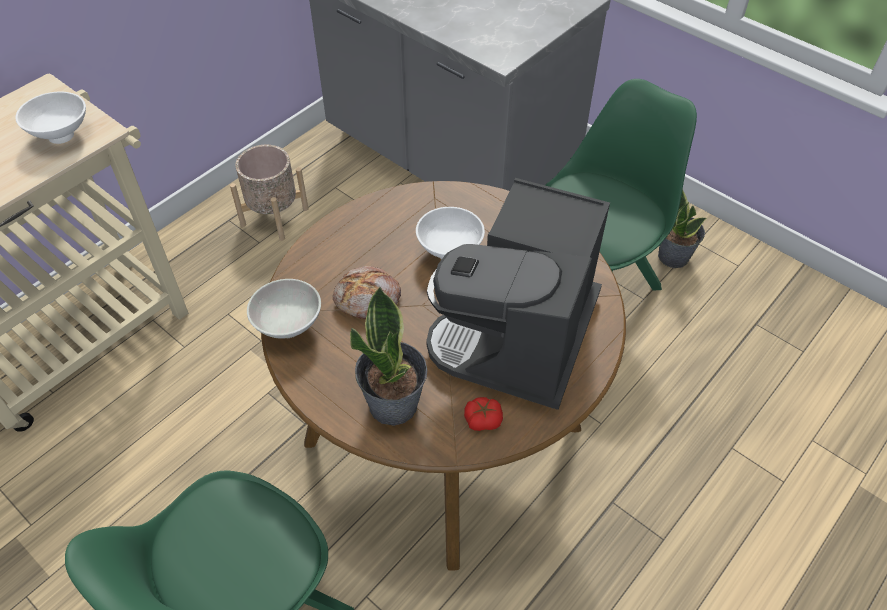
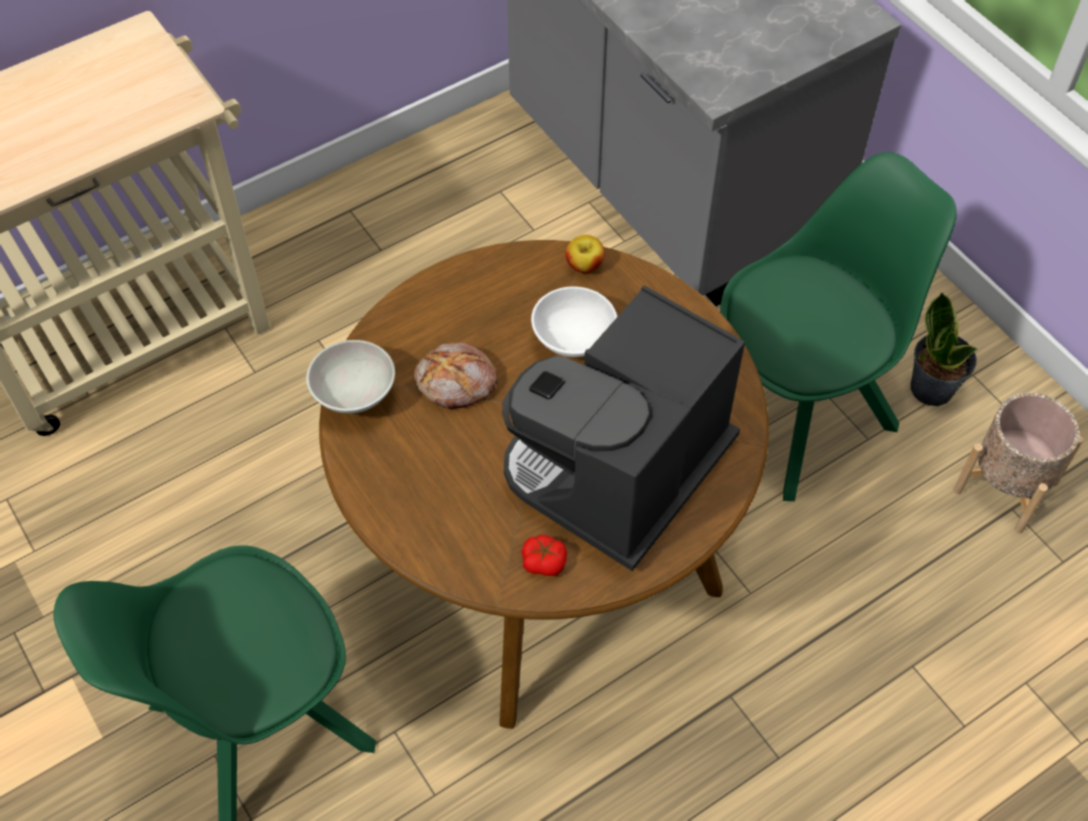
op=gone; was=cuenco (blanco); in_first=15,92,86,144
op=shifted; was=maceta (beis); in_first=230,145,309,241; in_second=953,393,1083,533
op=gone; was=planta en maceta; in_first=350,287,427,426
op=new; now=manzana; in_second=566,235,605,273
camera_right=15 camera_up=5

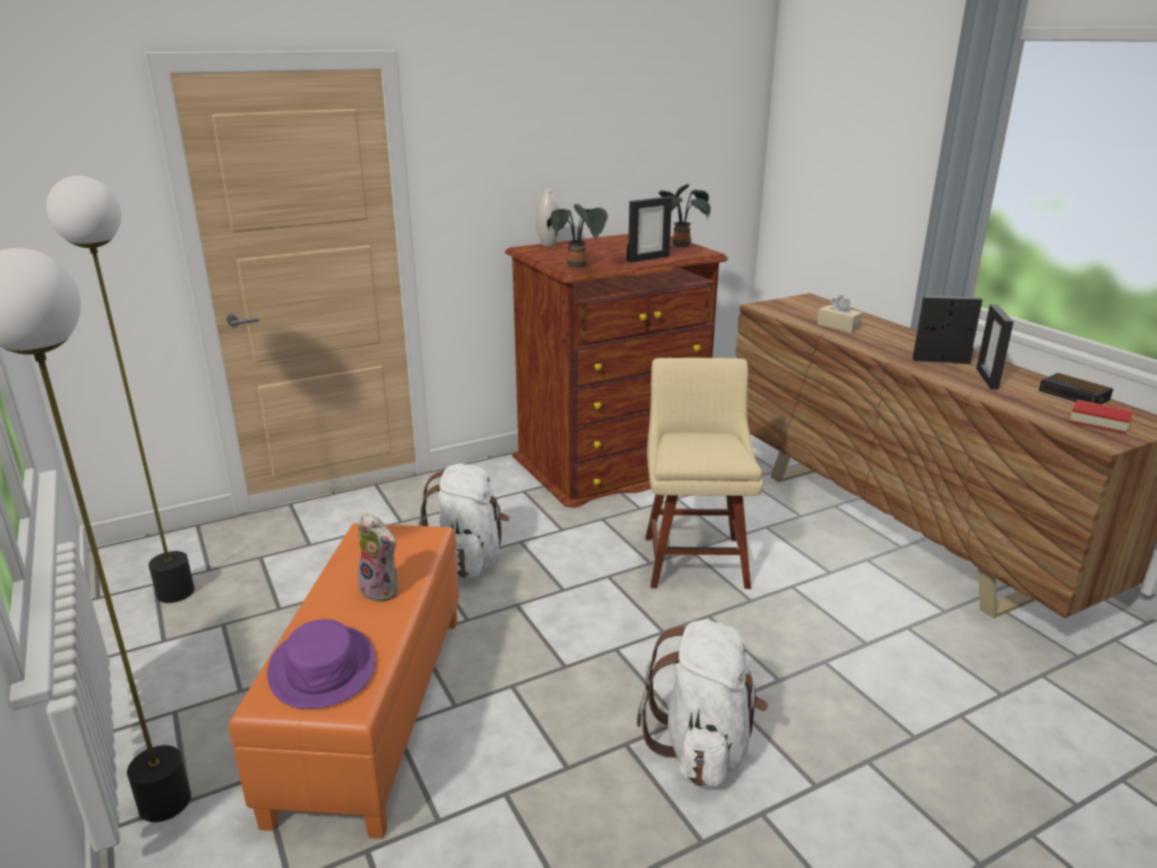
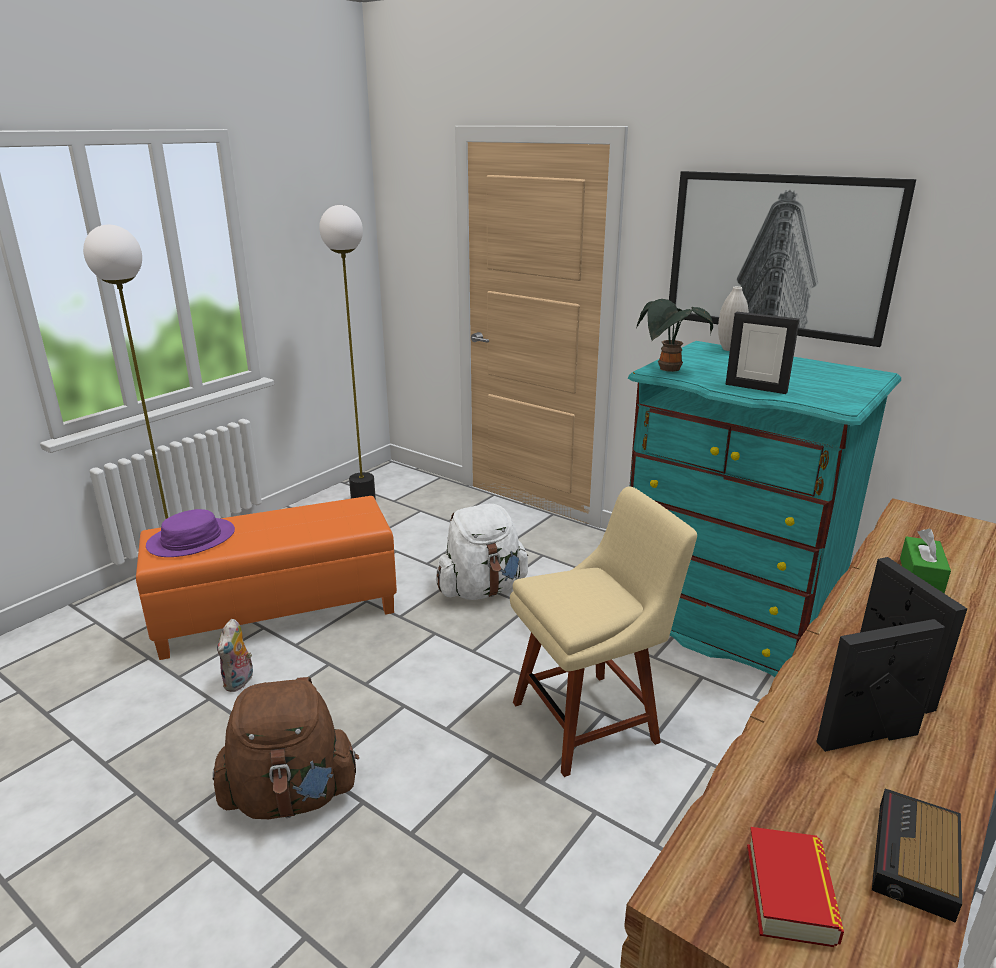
op=gone; was=planta en maceta; in_first=659,184,711,248
op=repainted; was=cómoda (marrón); now=cómoda (turquesa); in_first=505,234,728,508; in_second=628,341,901,677
op=repainted; was=caja de pañuelos (beis); now=caja de pañuelos (verde); in_first=817,295,863,333; in_second=900,529,951,593
op=shifted; was=peluche; in_first=358,513,398,602; in_second=217,619,253,692
op=repainted; was=mochila (blanco); now=mochila (marrón); in_first=637,620,768,787; in_second=213,677,359,819
op=new; now=cuadro; in_second=669,171,916,347
camera_right=65 camera_up=0

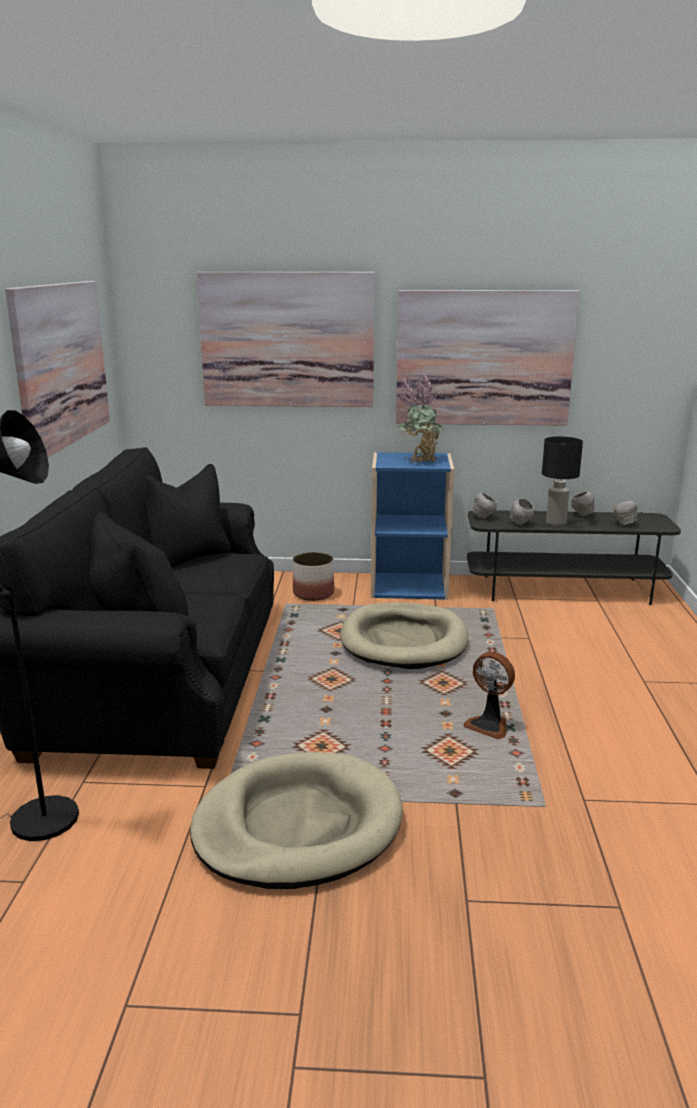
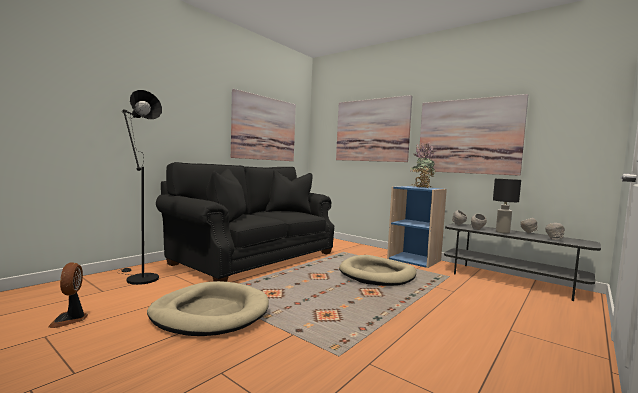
op=gone; was=maceta; in_first=293,552,334,601
op=shifted; was=ventilador; in_first=464,652,515,739; in_second=48,262,88,328
camera_right=35 camera_up=-15

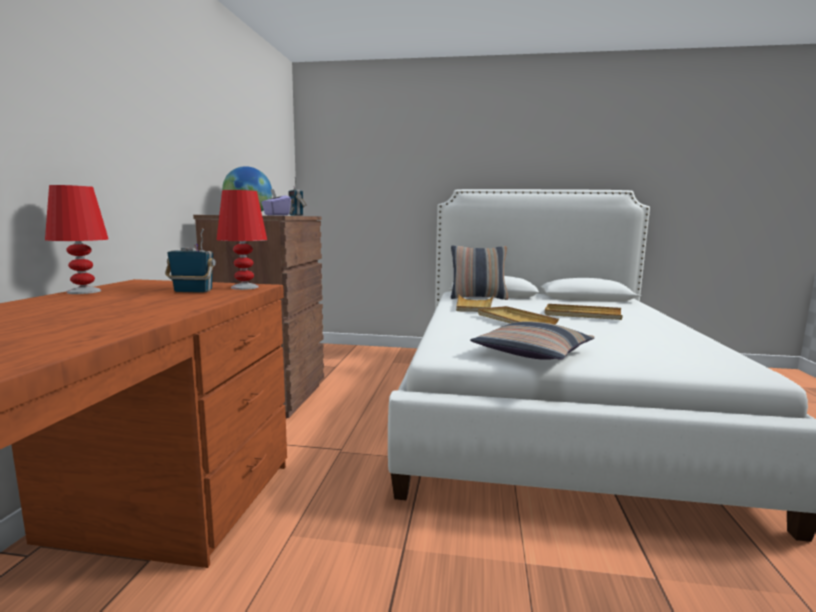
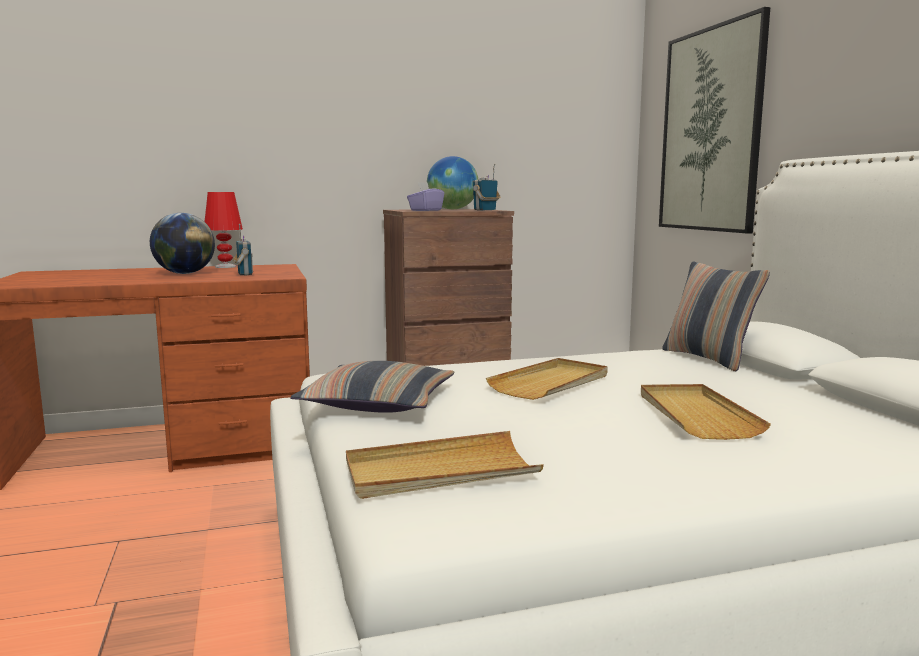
op=gone; was=lámpara de mesa (rojo); in_first=217,190,267,290
op=shifted; was=bandeja (beis); in_first=456,294,494,312; in_second=346,431,544,499
op=new; now=cuadro; in_second=659,7,770,234
op=new; now=globo terráqueo; in_second=150,213,215,274
camera_right=65 camera_up=0

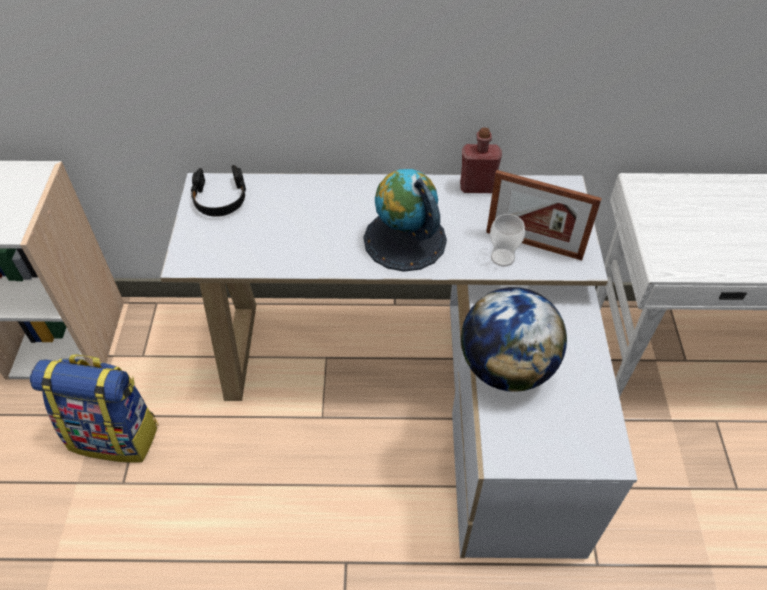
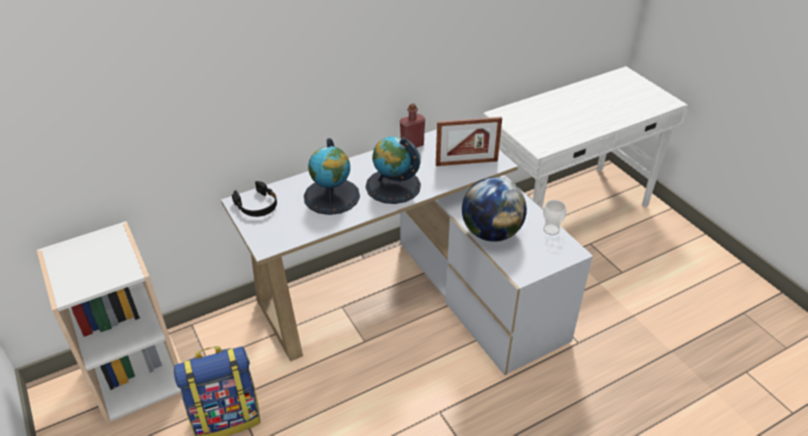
op=shifted; was=taza; in_first=490,214,525,267; in_second=543,200,566,235
op=new; now=globo terráqueo; in_second=304,138,360,215
camera_right=-30 camera_up=-10

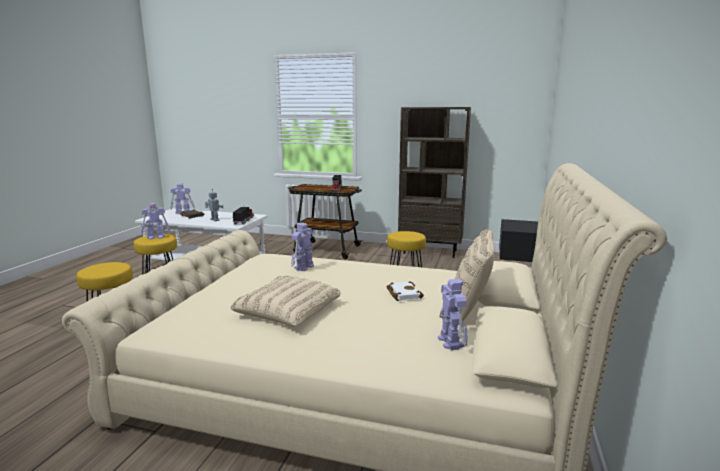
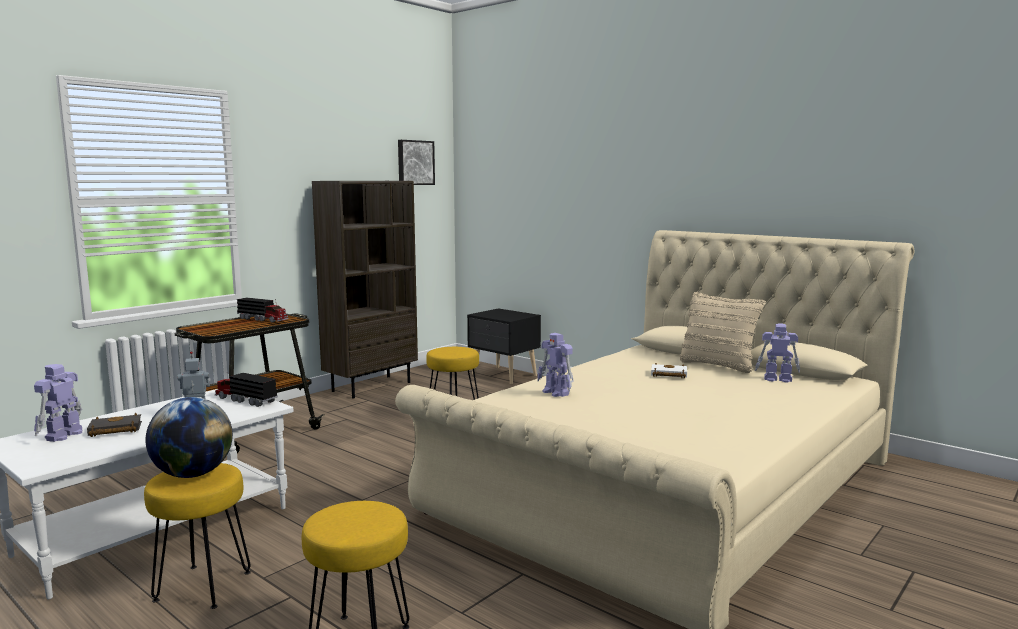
op=swapped; was=robot de juguete; now=globo terráqueo; in_first=141,203,170,240; in_second=145,397,233,478
op=gone; was=cojín (beis); in_first=230,275,341,327
op=new; now=cuadro; in_second=398,140,435,185
camera_right=-65 camera_up=-5

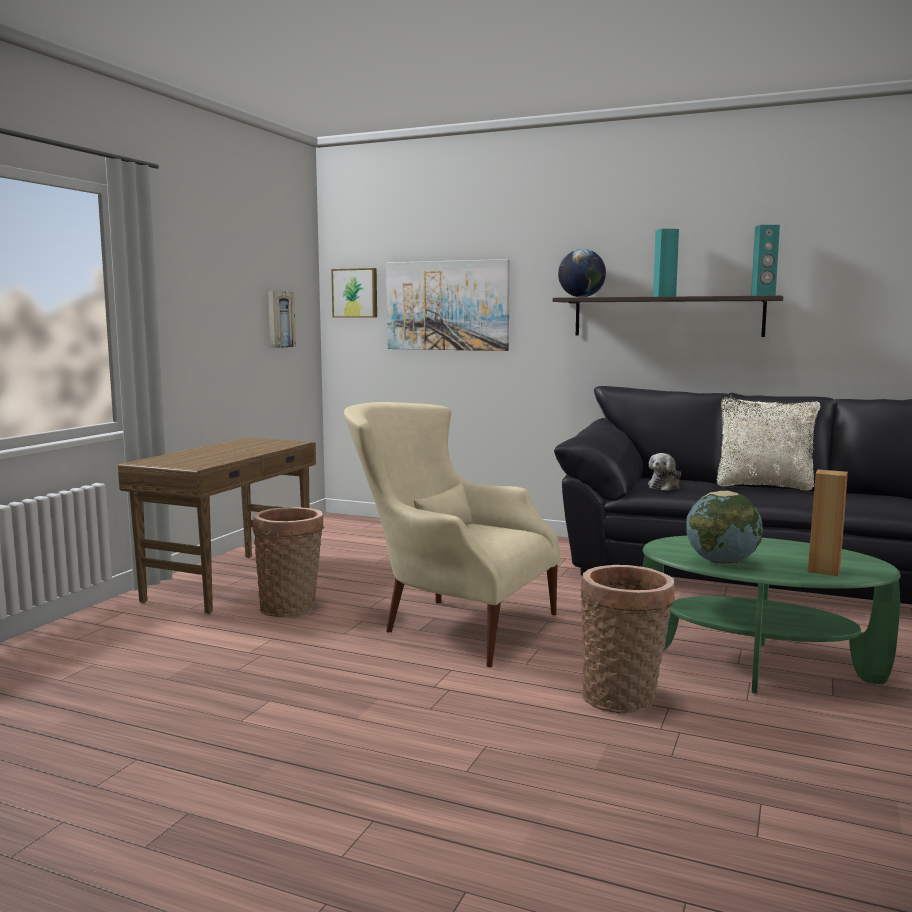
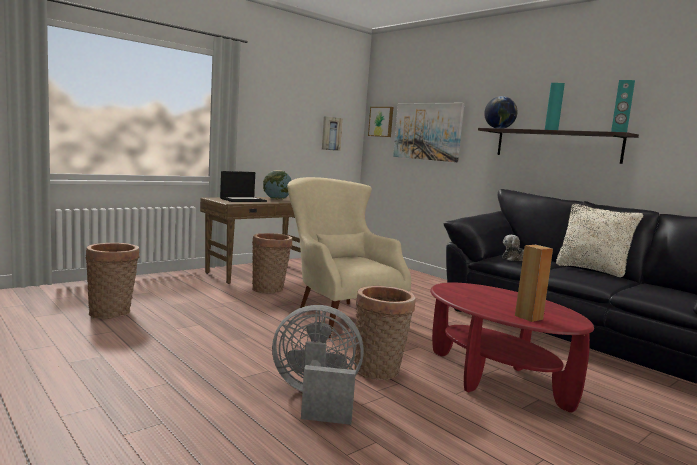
op=shifted; was=globo terráqueo; in_first=686,490,763,564; in_second=263,170,292,200
op=repainted; was=mesa de centro (verde); now=mesa de centro (rojo); in_first=642,536,901,694; in_second=430,283,594,413
op=new; now=portátil; in_second=220,171,267,202
op=new; now=cesta; in_second=86,243,140,319
op=new; now=ventilador (gris); in_second=272,305,364,425
camera_right=25 camera_up=0

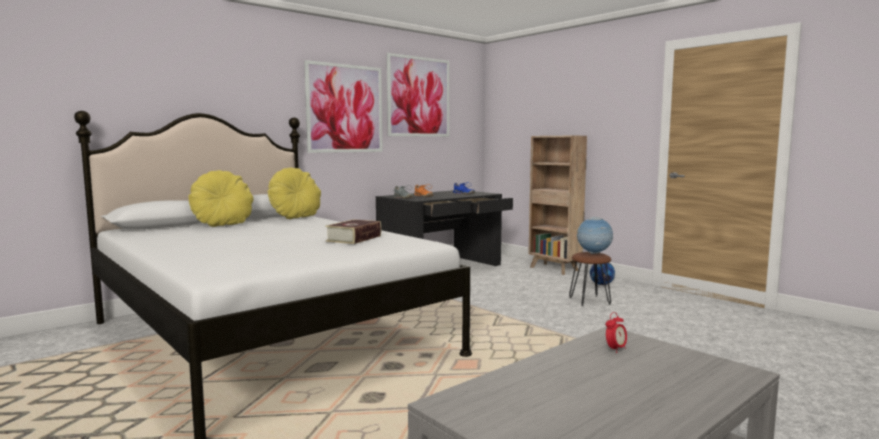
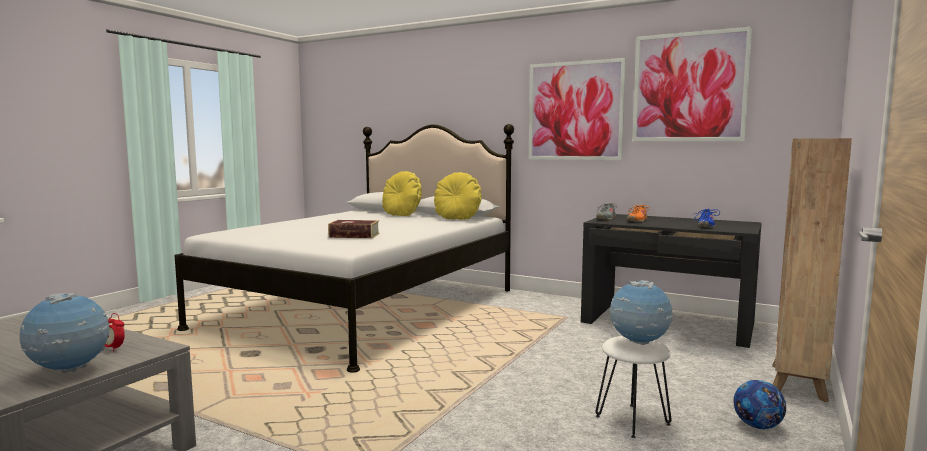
op=repainted; was=taburete (marrón); now=taburete (blanco); in_first=569,252,611,306; in_second=595,336,672,438
op=new; now=globo terráqueo; in_second=20,293,109,373
camera_right=70 camera_up=0

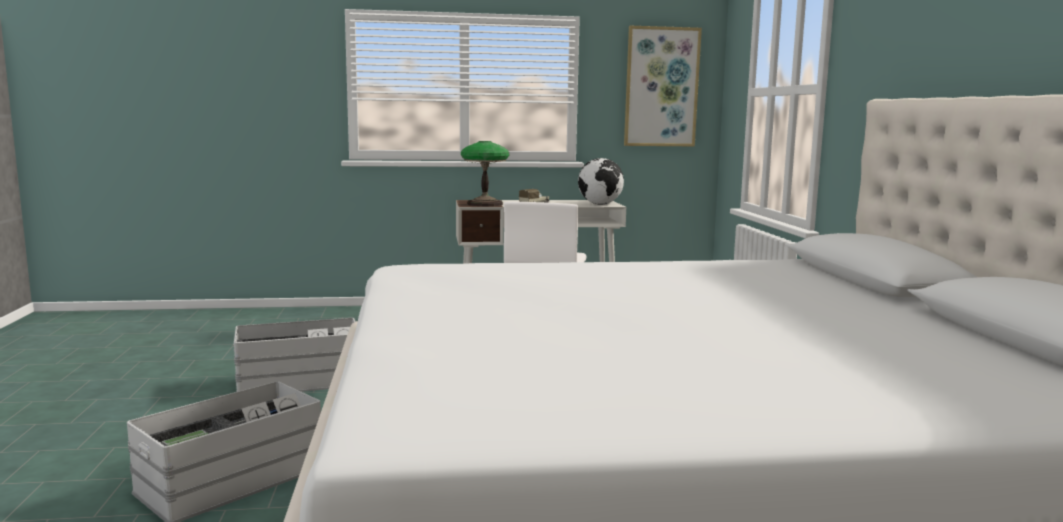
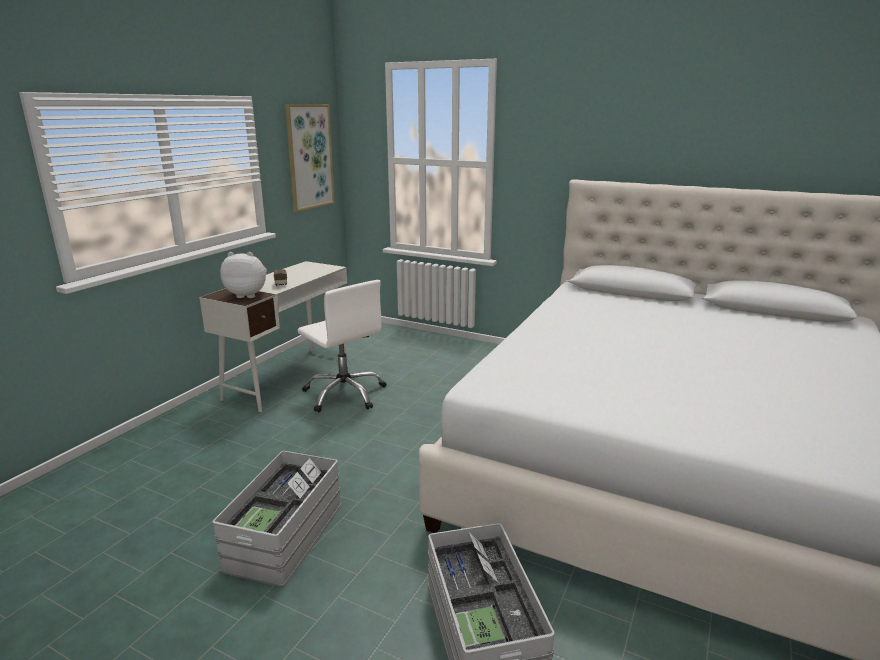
op=swapped; was=lámpara de mesa; now=peluche; in_first=461,141,509,206; in_second=220,252,267,298
op=gone; was=globo terráqueo; in_first=578,158,624,204
camera_right=-55 camera_up=10

